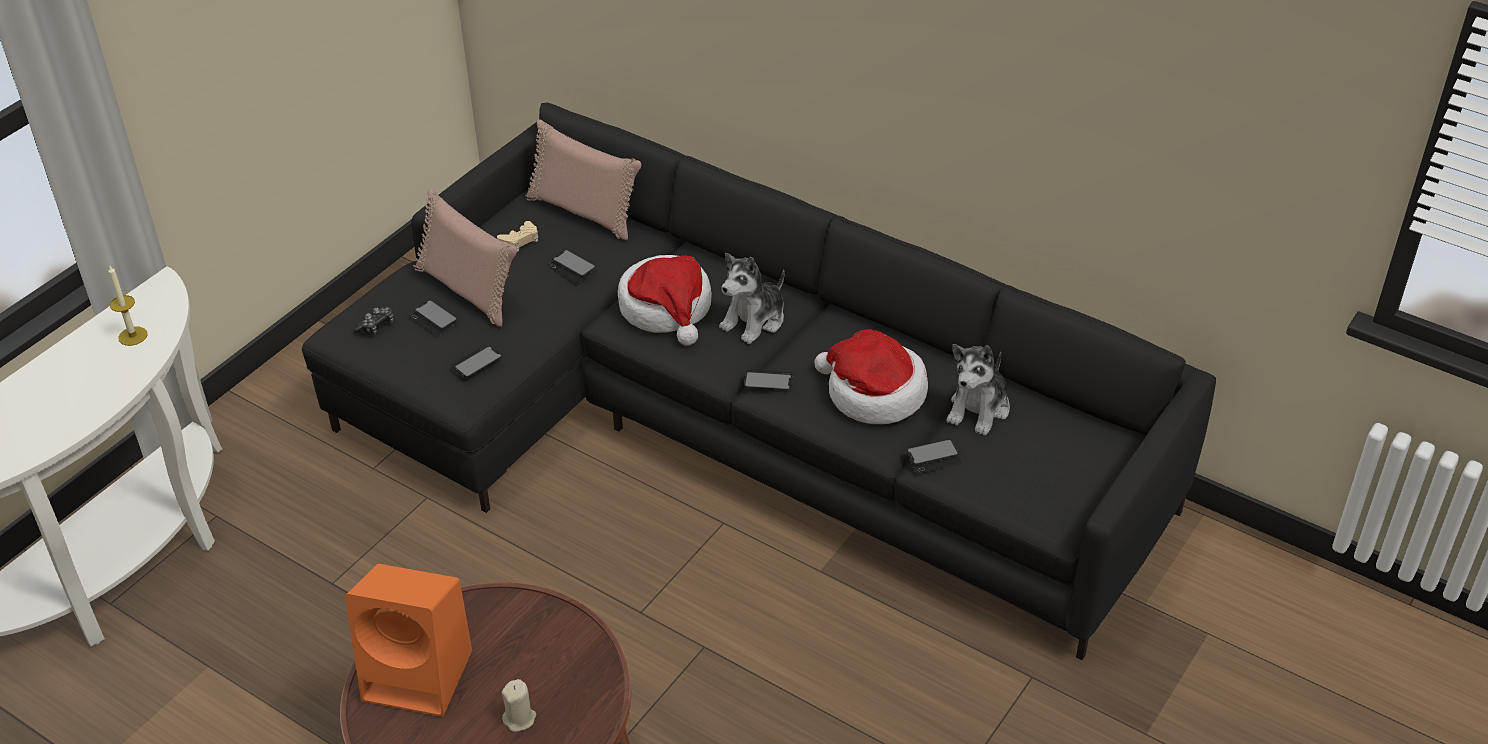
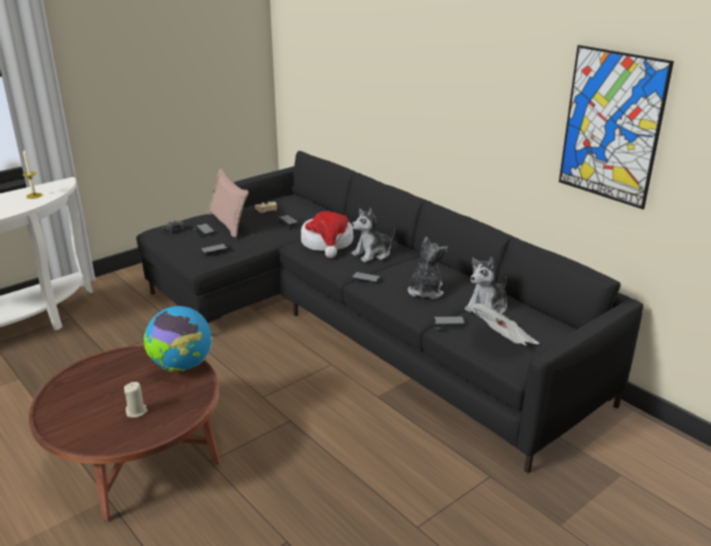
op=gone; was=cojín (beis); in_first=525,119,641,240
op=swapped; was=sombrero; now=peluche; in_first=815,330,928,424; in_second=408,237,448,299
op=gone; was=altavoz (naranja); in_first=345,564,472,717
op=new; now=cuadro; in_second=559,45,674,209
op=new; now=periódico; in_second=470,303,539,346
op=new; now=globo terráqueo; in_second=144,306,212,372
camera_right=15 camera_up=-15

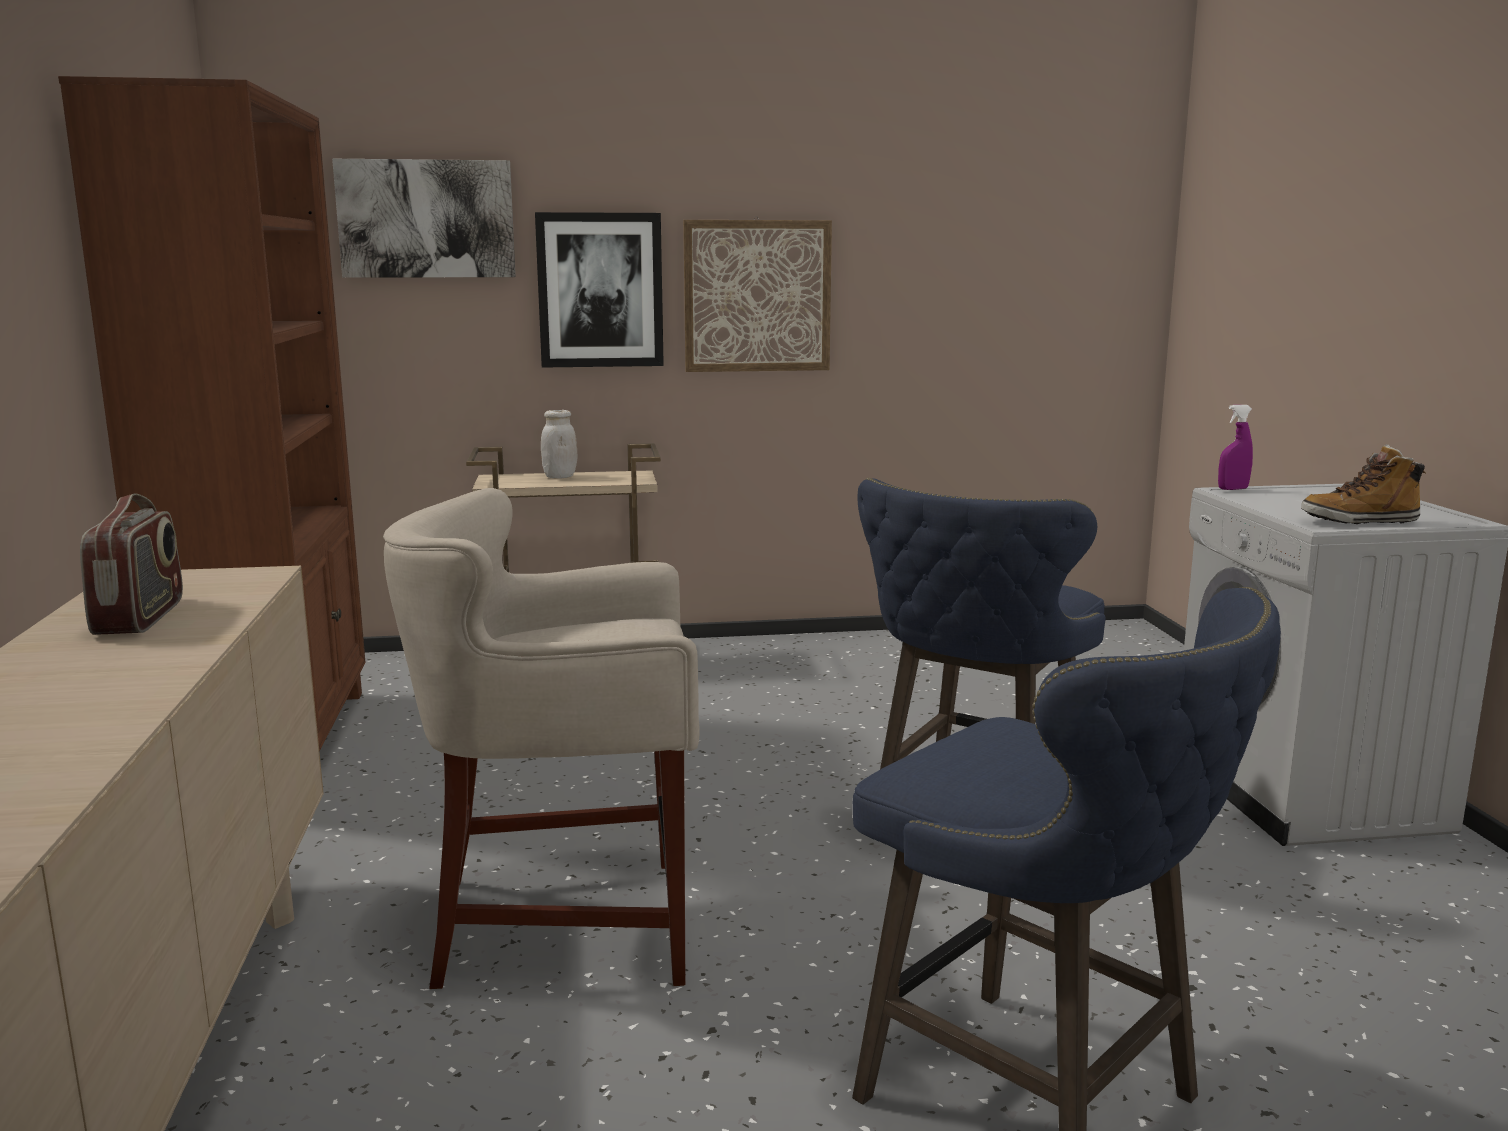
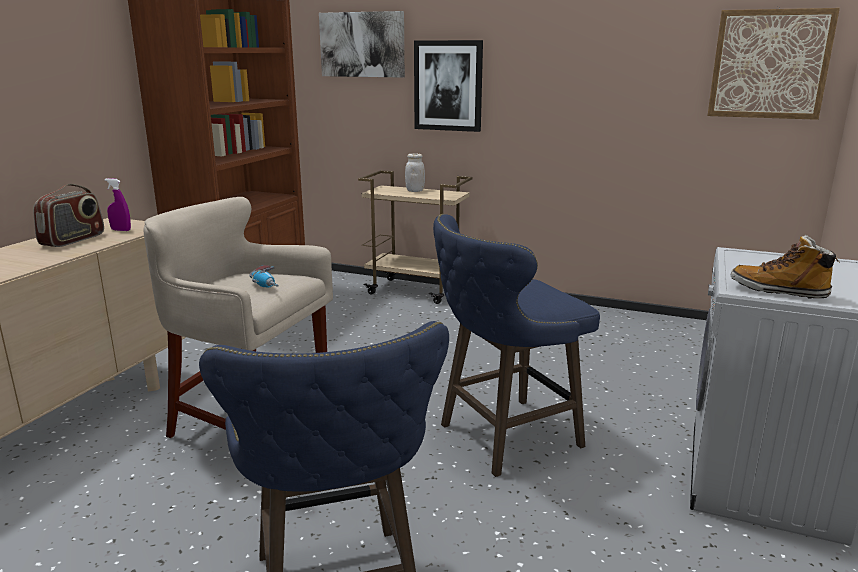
op=shifted; was=cuadro; in_first=683,216,832,372; in_second=707,6,840,120
op=shifted; was=pulverizador (morado); in_first=1218,405,1253,490; in_second=105,178,131,231
op=new; now=taladro; in_second=249,265,279,287
camera_right=30 camera_up=5

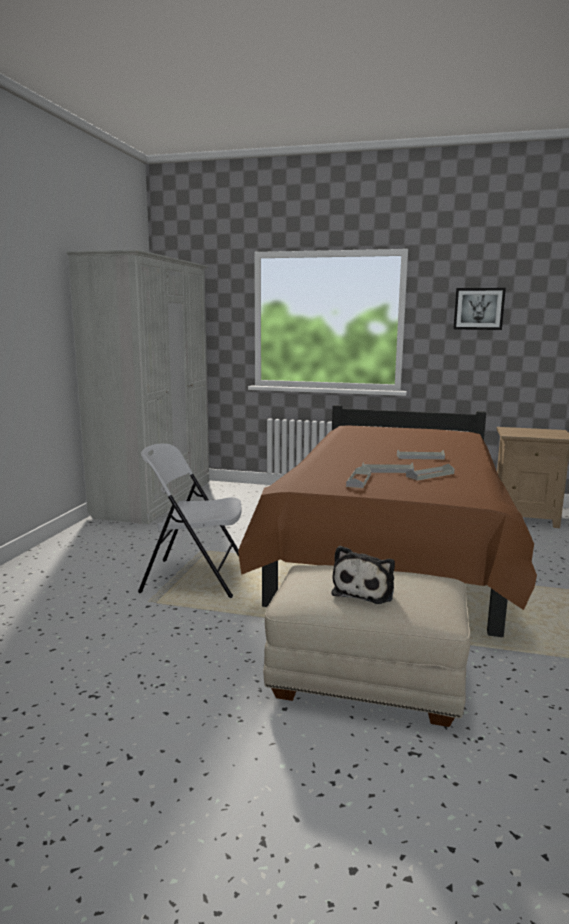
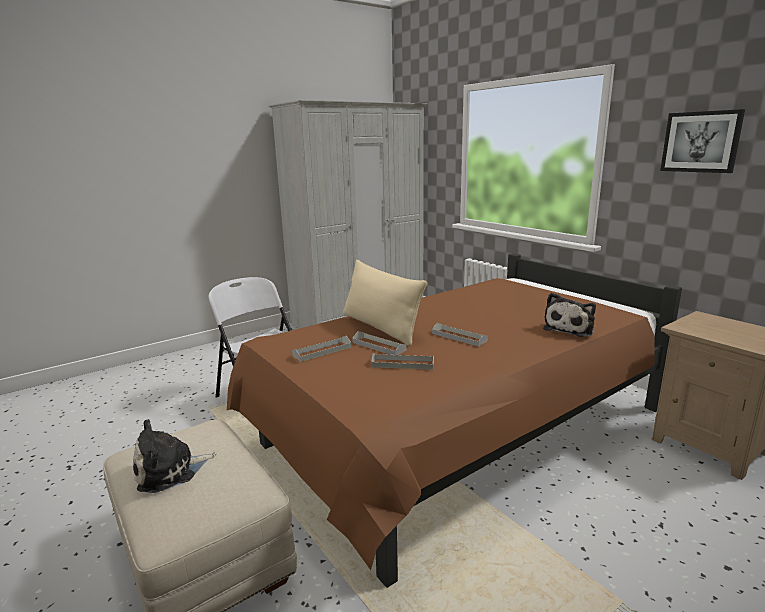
op=new; now=cojín (beis); in_second=343,260,427,346
op=new; now=peluche; in_second=543,293,596,337
camera_right=40 camera_up=5

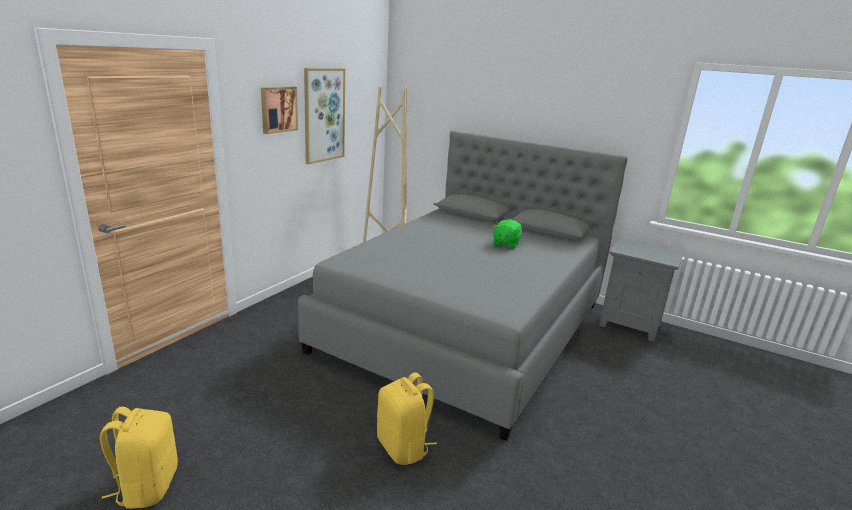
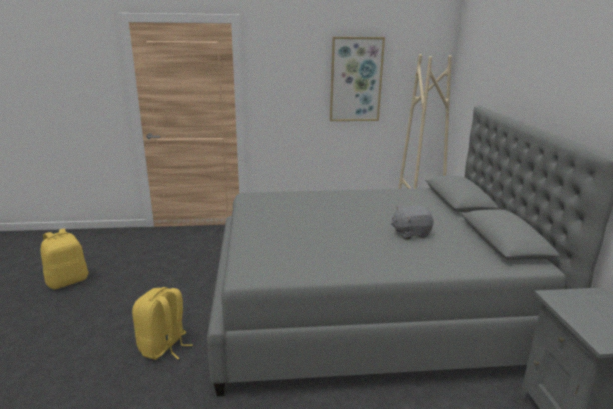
op=gone; was=cuadro; in_first=261,87,298,134
op=repainted; was=peluche (verde); now=peluche (gris); in_first=492,220,522,249; in_second=391,206,434,239
camera_right=55 camera_up=0

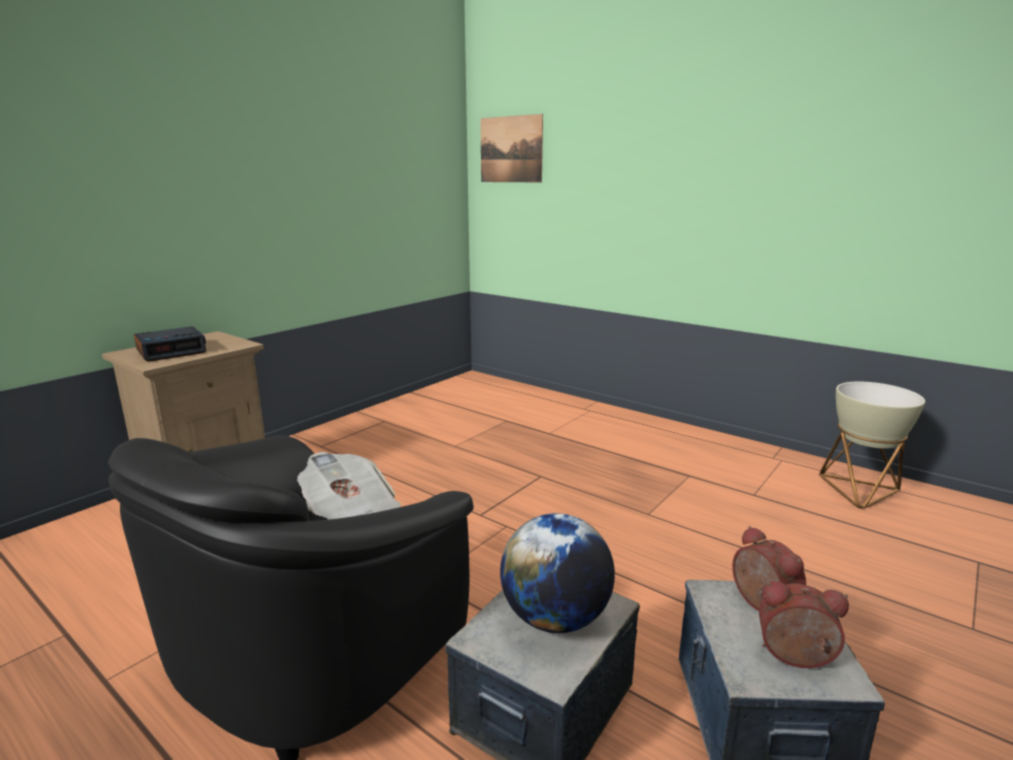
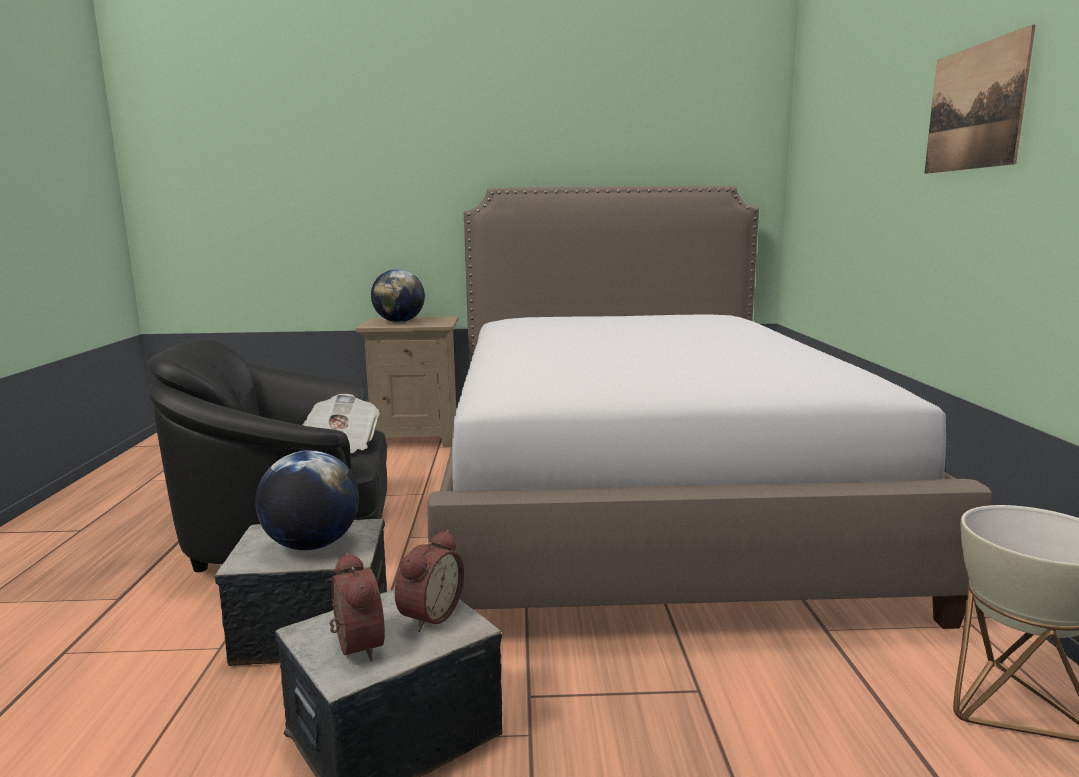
op=shifted; was=cuadro; in_first=480,114,543,182; in_second=924,25,1035,174
op=swapped; was=despertador; now=globo terráqueo; in_first=134,326,206,362; in_second=371,269,425,322
op=new; now=cama; in_second=428,186,992,629
camera_right=50 camera_up=-5

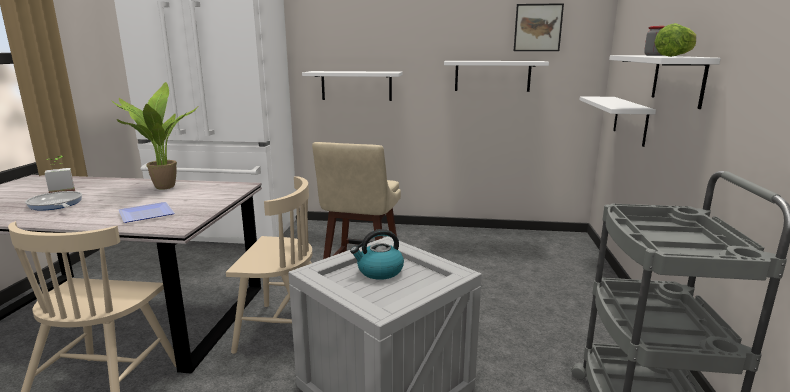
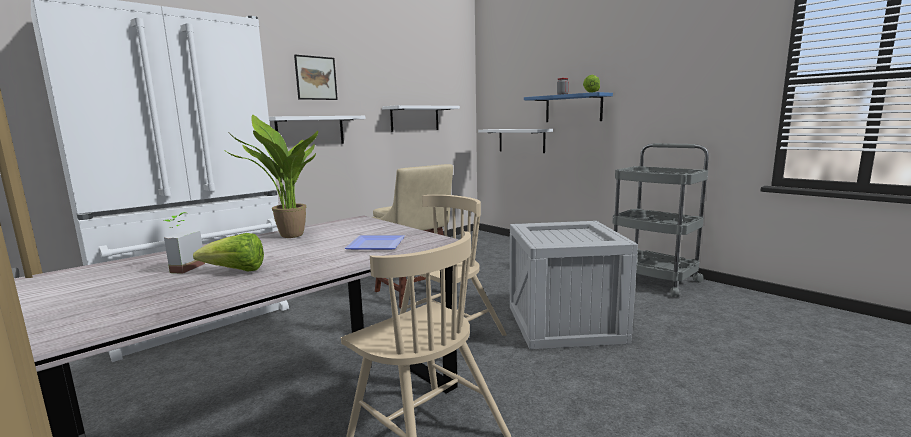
op=shifted; was=cuadro; in_first=514,3,564,51; in_second=294,55,338,100
op=repainted; was=estante (blanco); now=estante (azul); in_first=609,55,721,109; in_second=524,92,613,122
op=swapped; was=sartén; now=lechuga; in_first=25,191,82,211; in_second=193,233,264,271
op=gone; was=hervidor; in_first=350,229,404,280
camera_right=-50 camera_up=-5

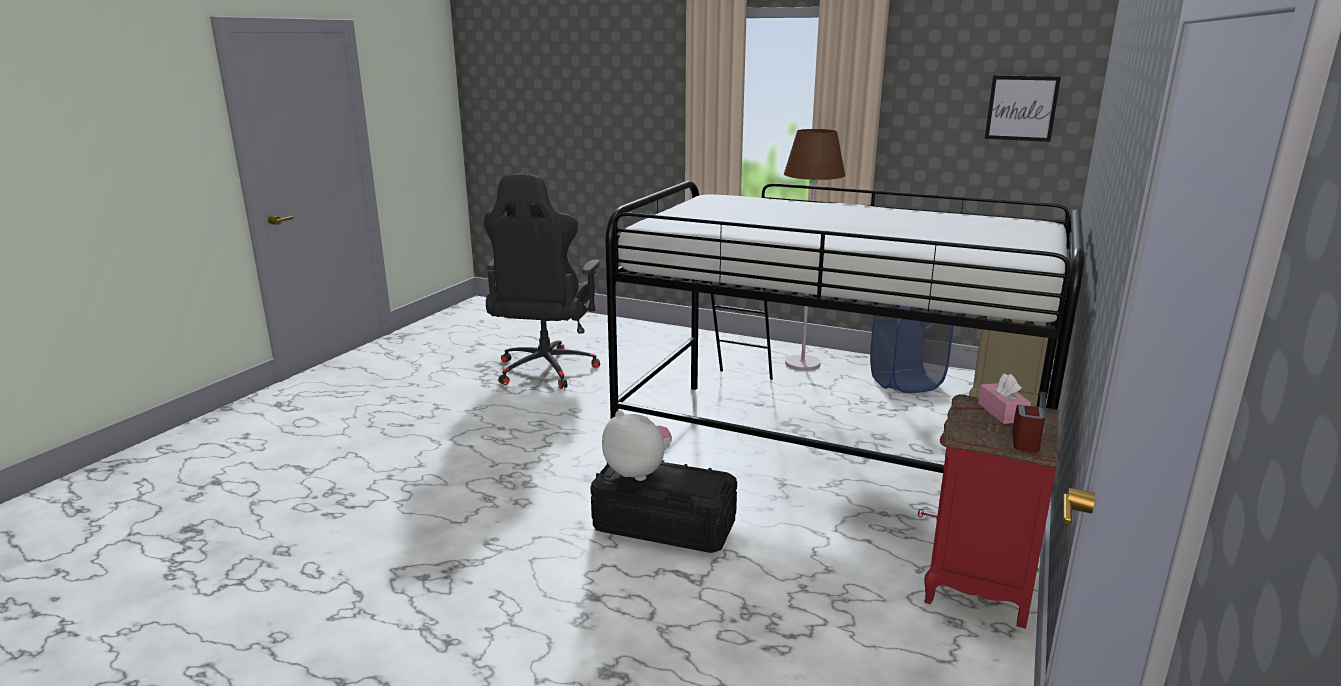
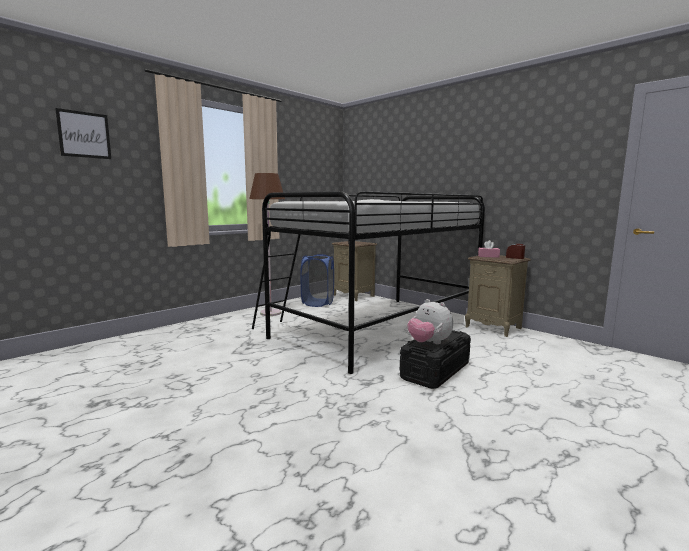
op=shifted; was=cuadro; in_first=985,75,1061,142; in_second=55,108,111,159
op=gone; was=silla de oficina (negro); in_first=483,173,600,389
op=repainted; was=mesita de noche (rojo); now=mesita de noche (beis); in_first=918,394,1059,629; in_second=465,255,531,337
op=rotated; was=peluche; in_first=602,410,672,481; in_second=408,299,453,344; clockwise=-90
camera_right=-70 camera_up=-10

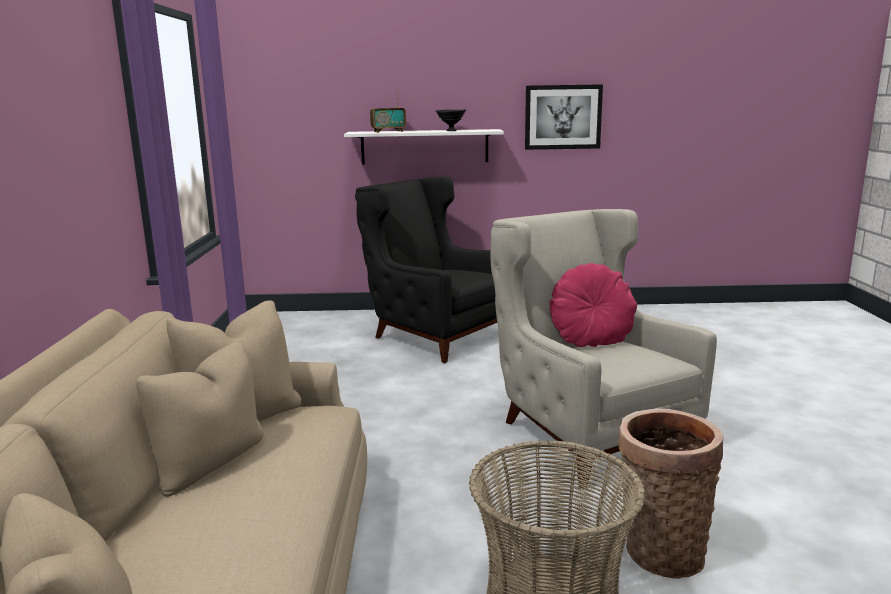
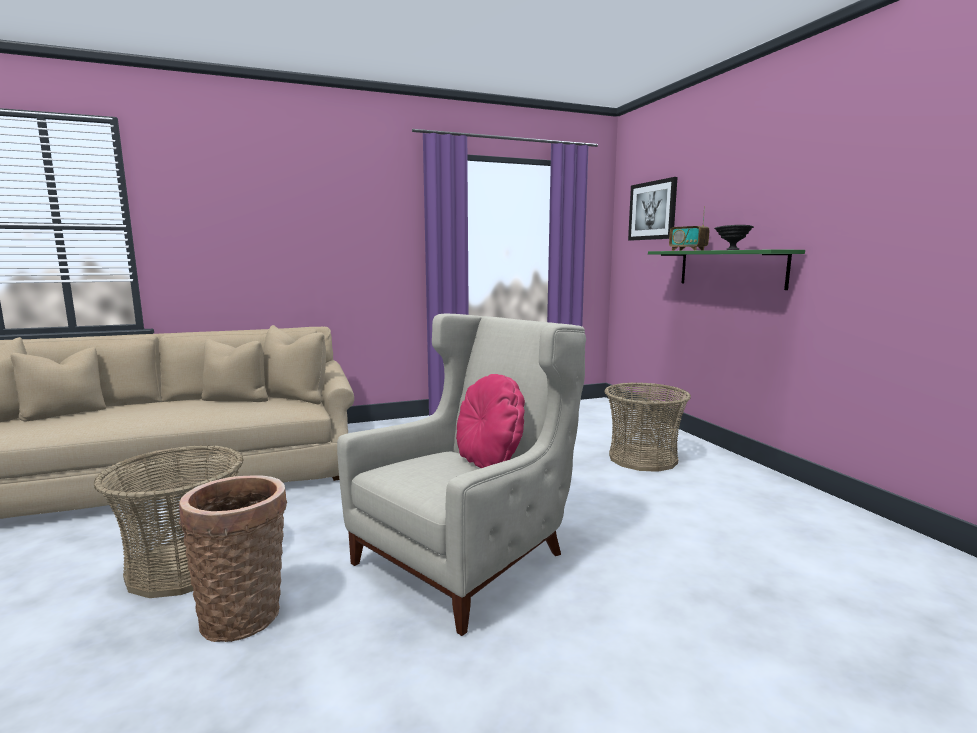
op=shifted; was=cuadro; in_first=525,84,603,150; in_second=628,177,678,241
op=repainted; was=estante (blanco); now=estante (verde); in_first=344,129,504,164; in_second=648,249,805,290
op=swapped; was=sillón (negro); now=cesta; in_first=355,176,497,363; in_second=605,382,691,472
camera_right=70 camera_up=-5

